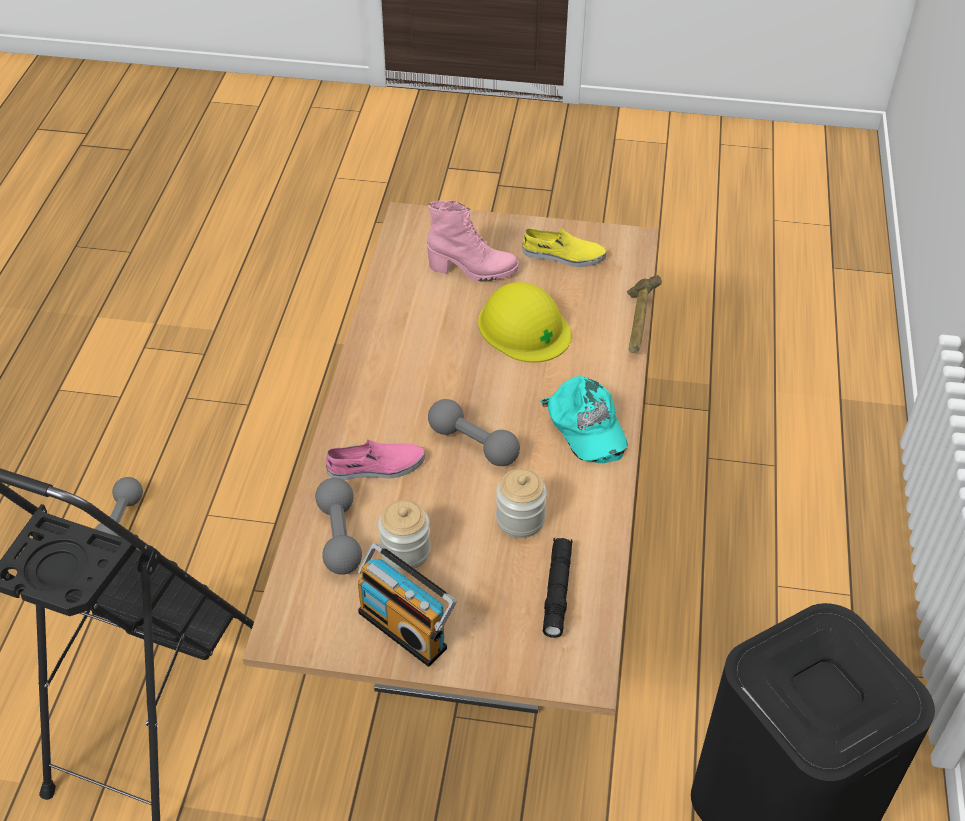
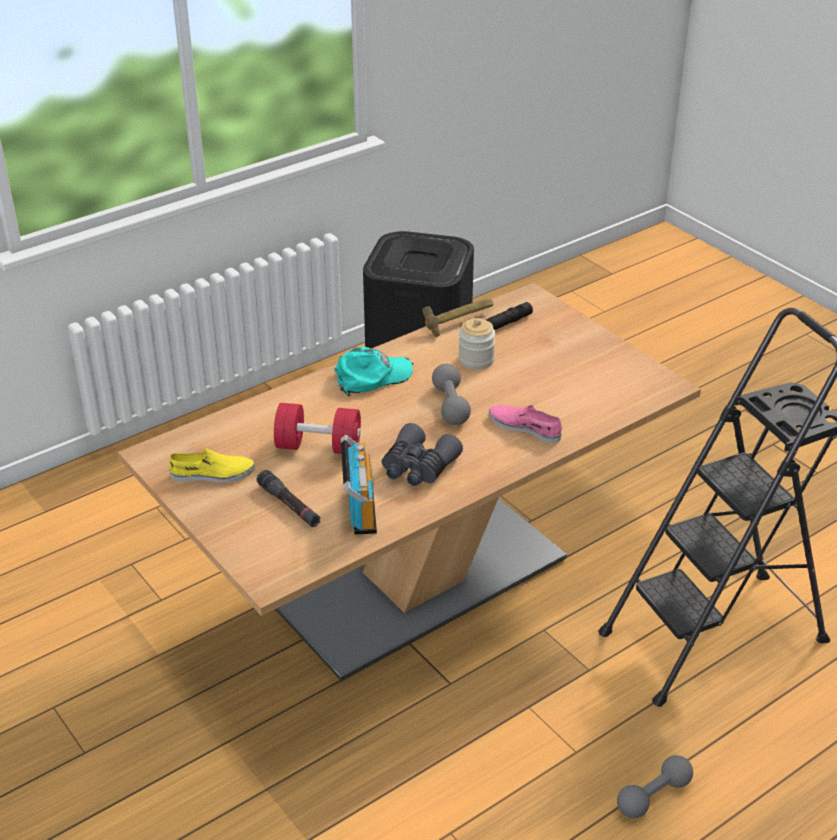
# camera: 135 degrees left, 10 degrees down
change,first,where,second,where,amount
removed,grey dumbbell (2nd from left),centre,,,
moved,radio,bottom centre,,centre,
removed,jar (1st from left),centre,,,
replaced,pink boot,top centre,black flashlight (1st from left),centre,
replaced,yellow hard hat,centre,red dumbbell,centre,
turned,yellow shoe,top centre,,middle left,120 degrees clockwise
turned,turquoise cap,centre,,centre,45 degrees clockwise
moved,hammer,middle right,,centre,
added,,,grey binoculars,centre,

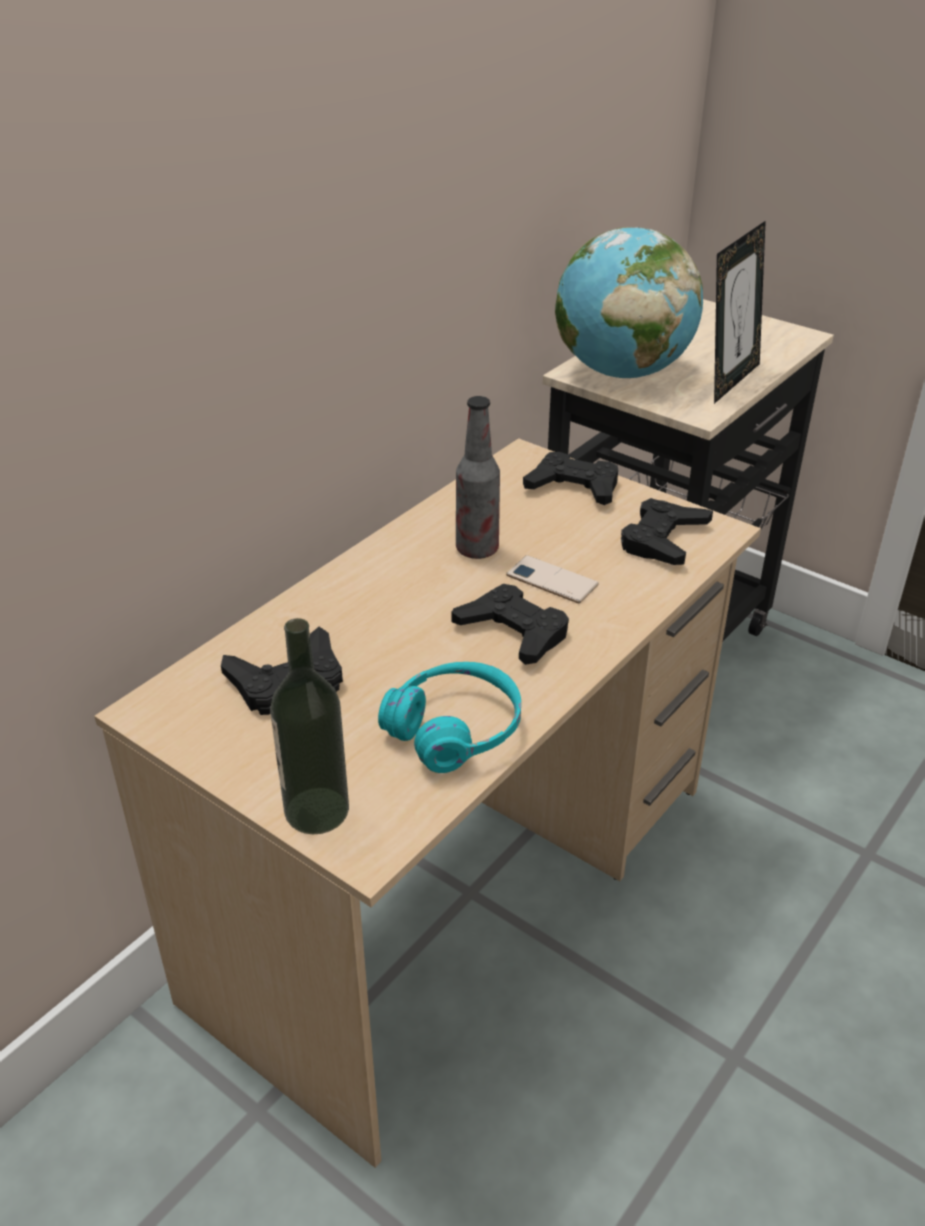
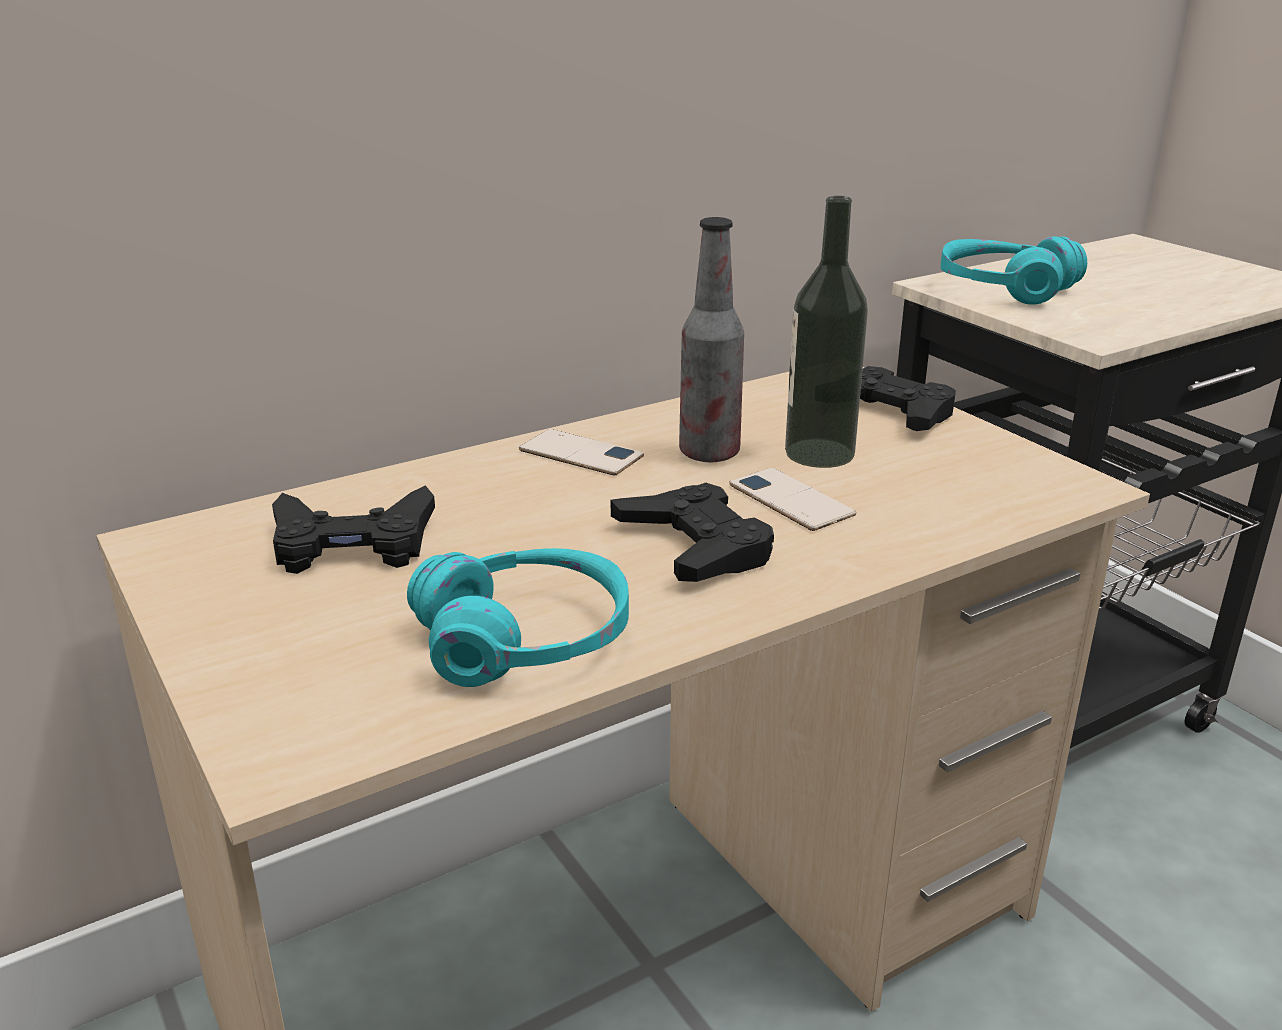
# camera: 20 degrees right, 10 degrees down
change,first,where,second,where,amount
moved,bottle (1st from left in the first image),centre,bottle (2nd from left),top centre,
replaced,globe,top right,turquoise headphones (2nd from left),top right,
removed,black game controller (4th from left),middle right,,,
removed,picture frame,top right,,,
added,,,phone (1st from left),centre,

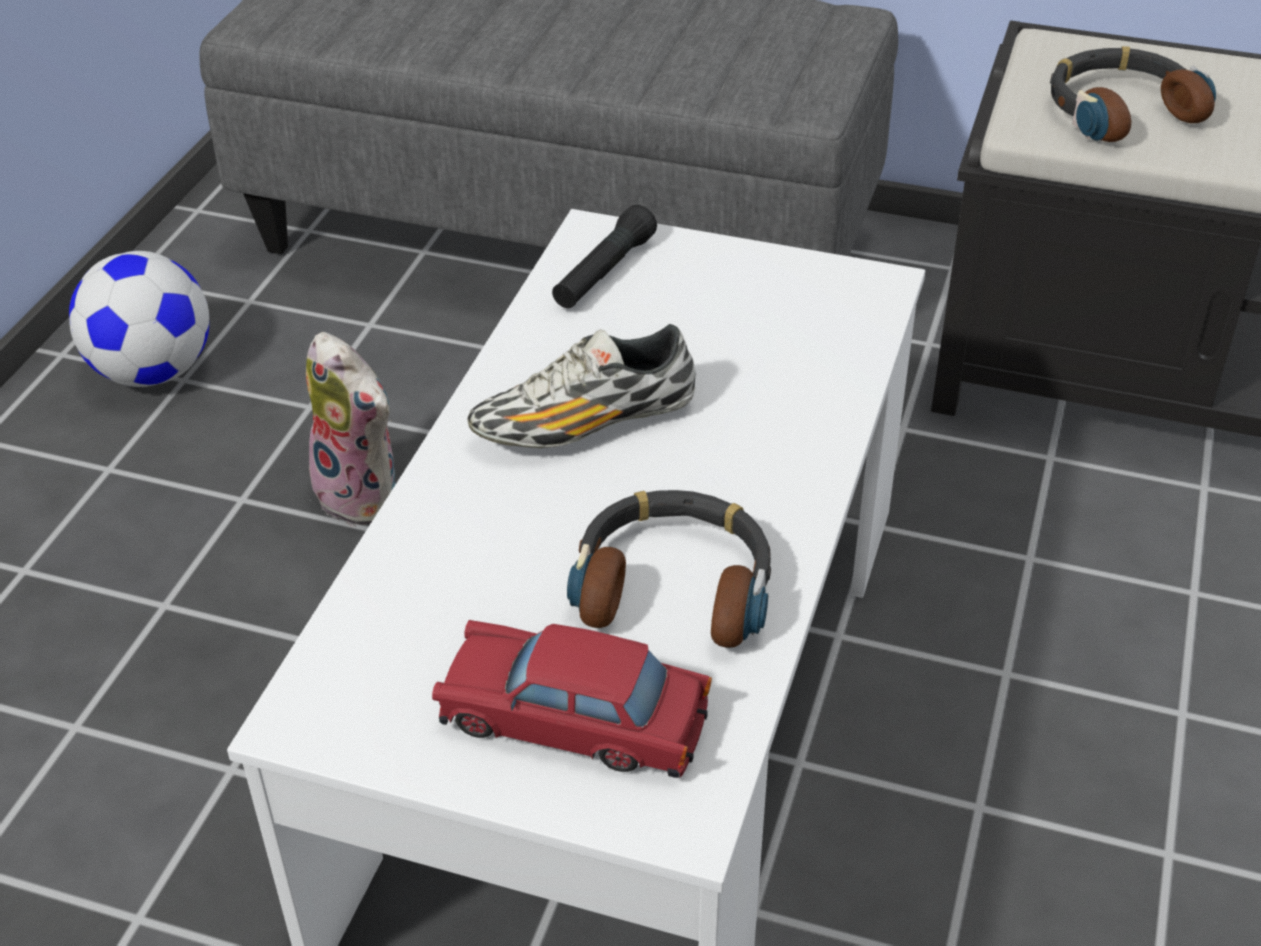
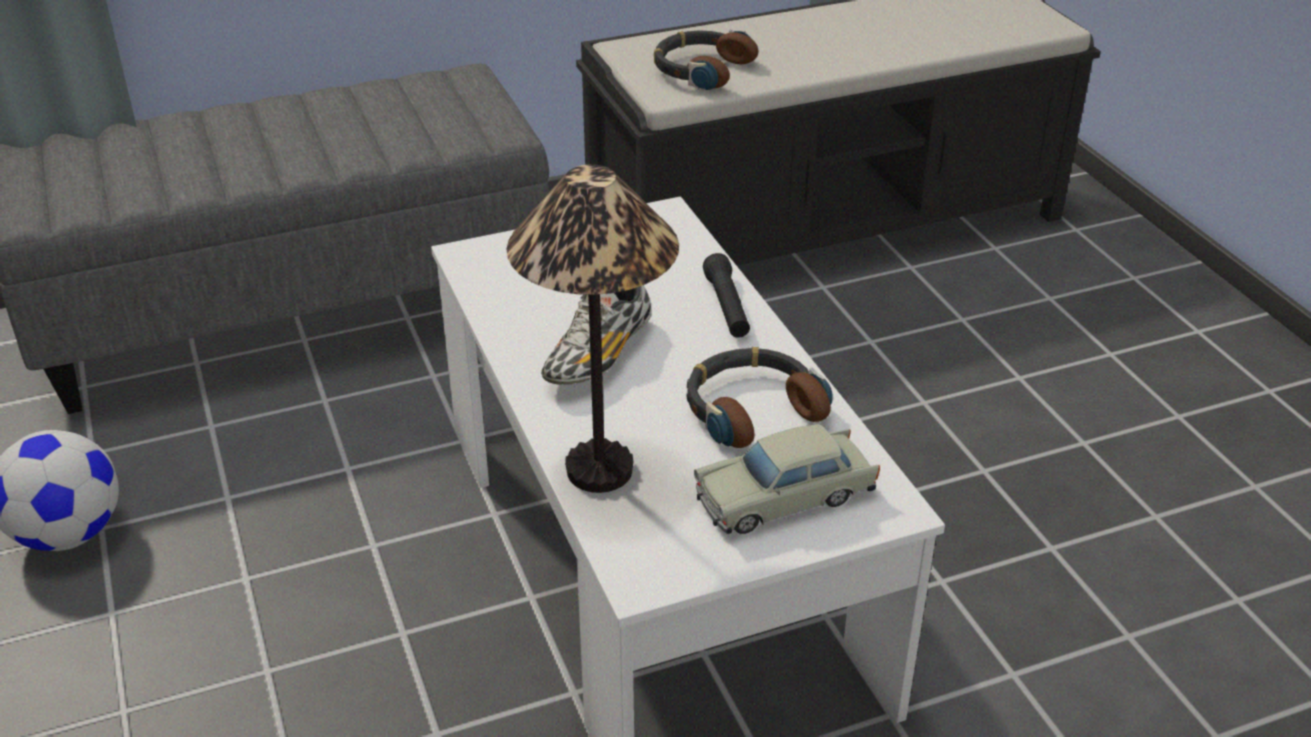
# camera: 40 degrees left, 5 degrees down
change,first,where,second,where,amount
removed,plush toy,middle left,,,
recoloured,red toy car,bottom centre,beige toy car,centre,
moved,black flashlight,top centre,,centre,
added,,,table lamp,centre,

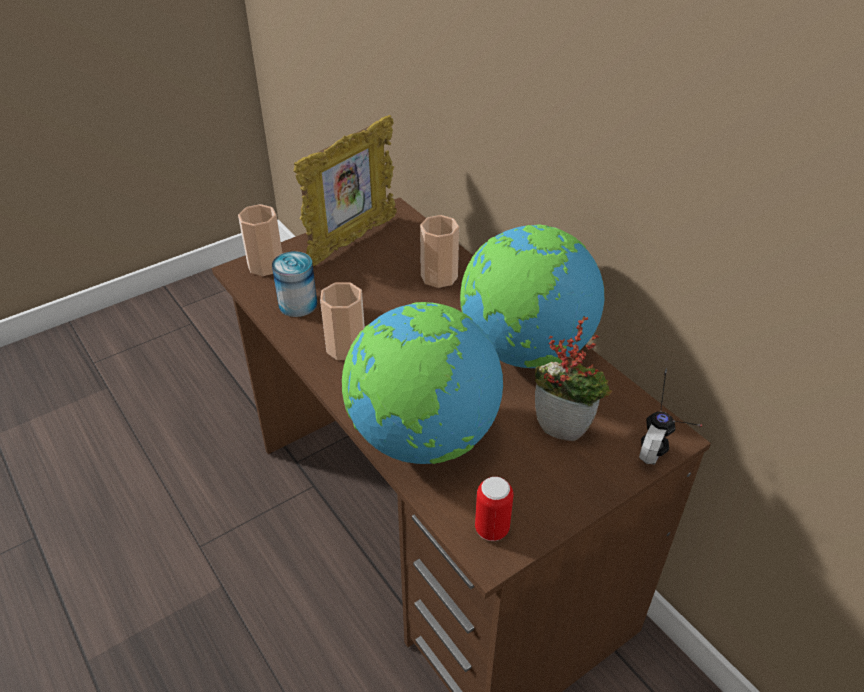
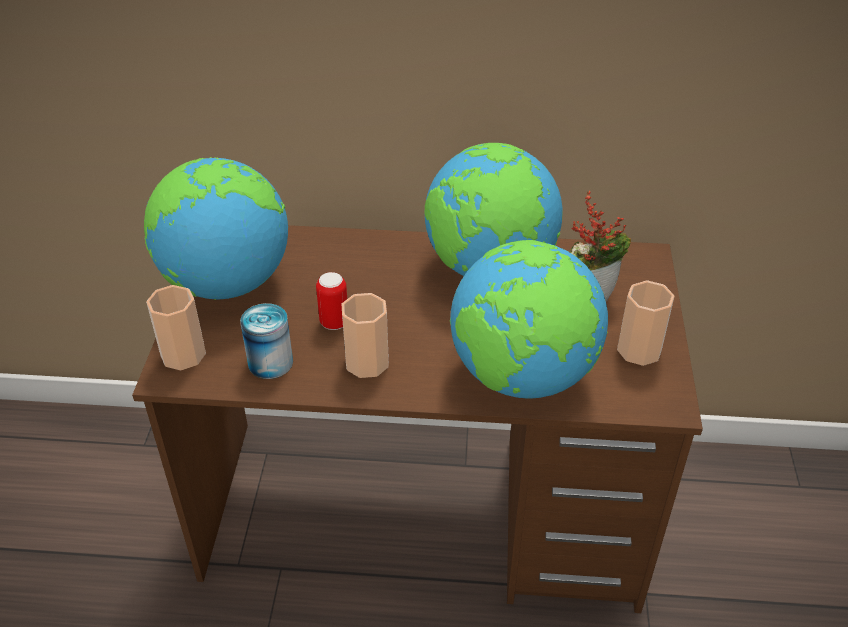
# camera: 50 degrees left, 0 degrees up
change,first,where,second,where,amount
replaced,picture frame,top centre,globe (1st from left),middle left,
moved,cup (3rd from left),centre,,middle right,
moved,can (2nd from left),bottom centre,,centre,
removed,headphones,middle right,,,

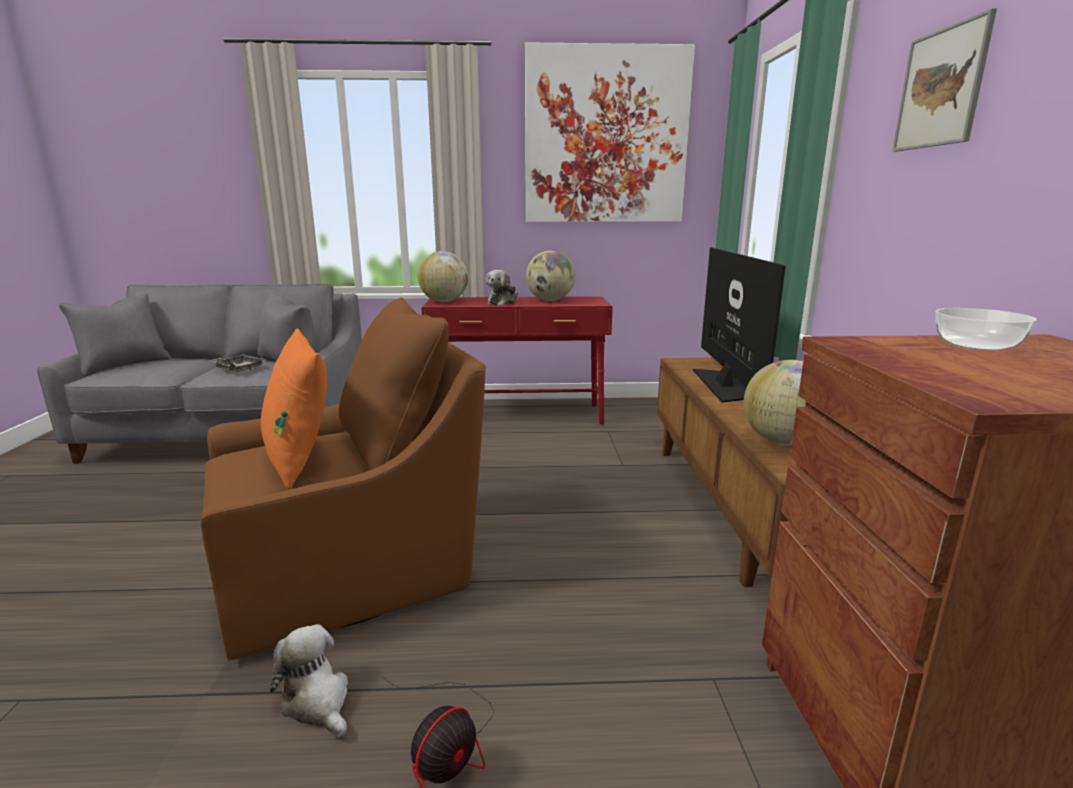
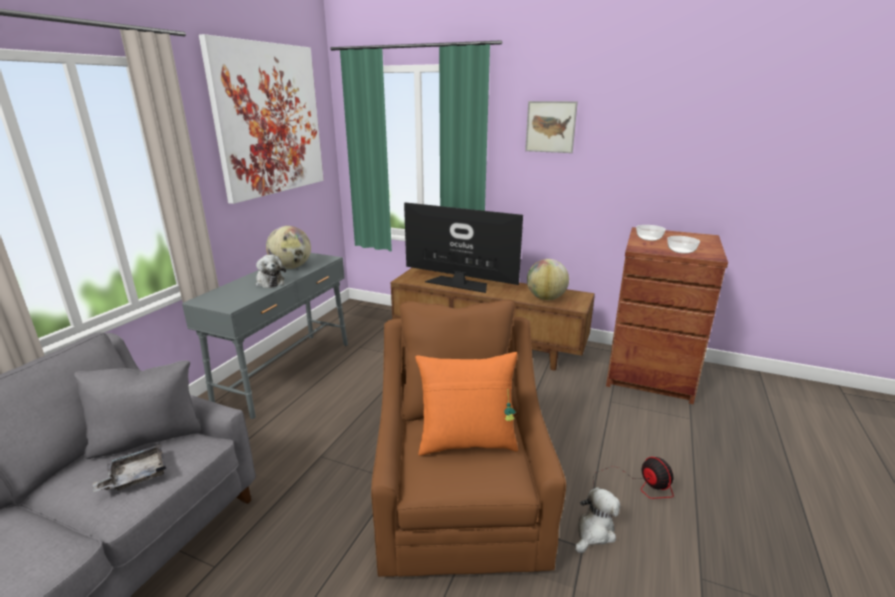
# camera: 65 degrees left, 5 degrees up
change,first,where,second,where,amount
turned,plush toy (1st from left in the first image),bottom left,plush toy (2nd from left),bottom right,150 degrees clockwise
removed,globe (1st from left),centre,,,
recoloured,red console table,centre,grey console table,middle left,
added,,,bowl (2nd from left),middle right,

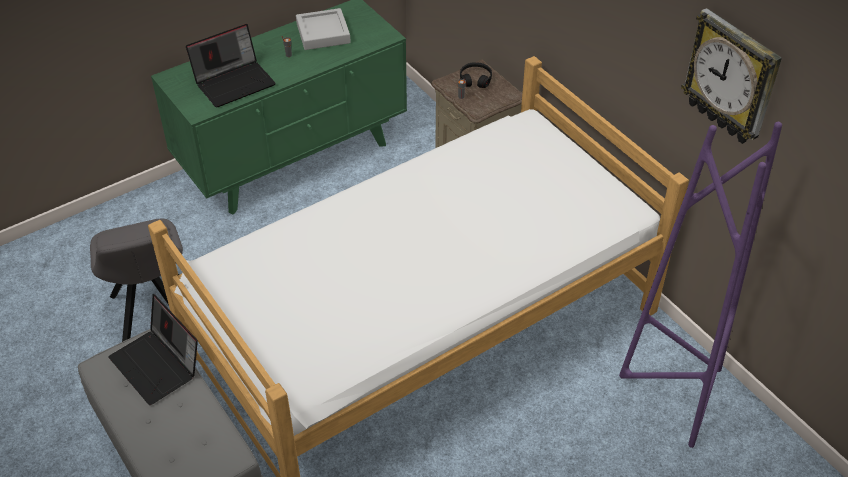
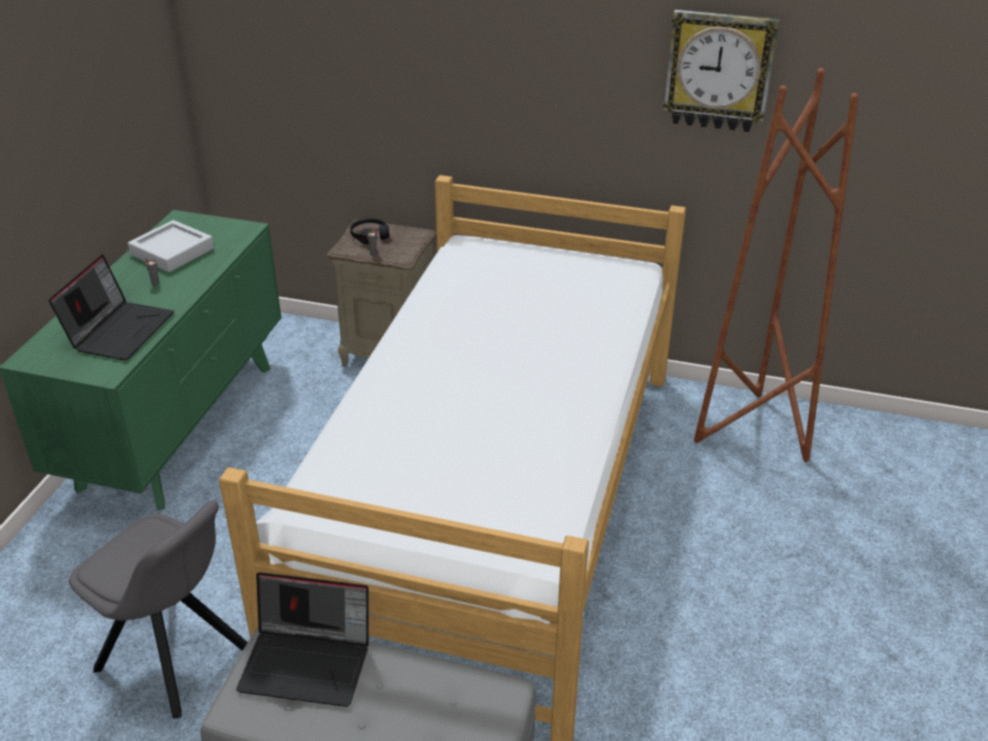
# camera: 40 degrees left, 10 degrees down
change,first,where,second,where,amount
recoloured,purple clothes rack,middle right,brown clothes rack,middle right,

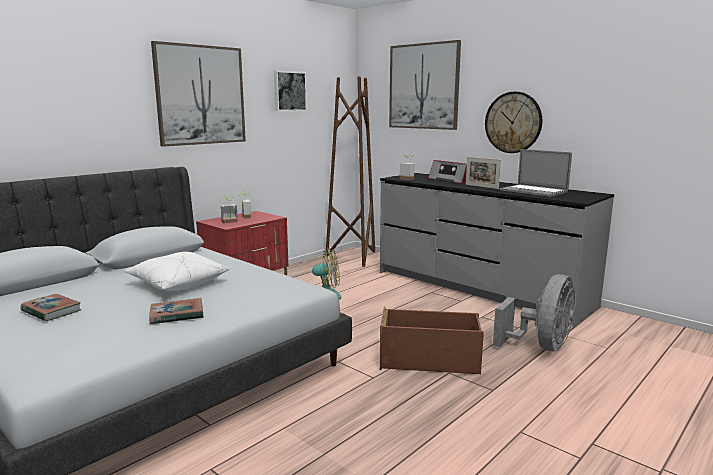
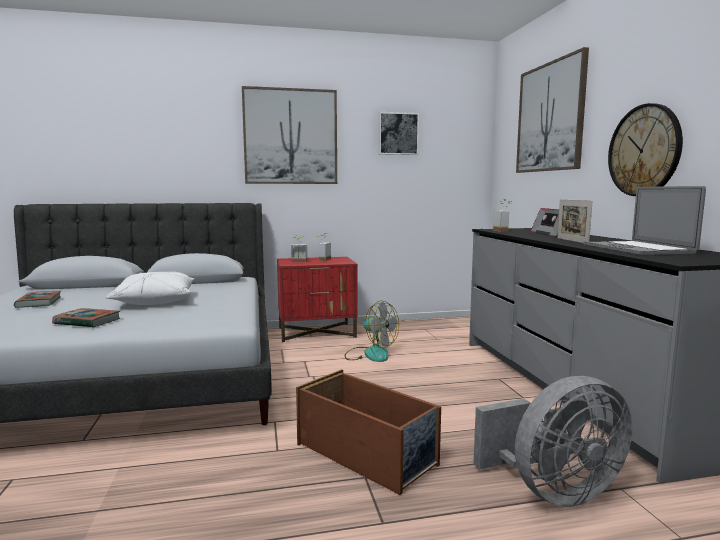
# camera: 35 degrees right, 5 degrees down
change,first,where,second,where,amount
removed,brown clothes rack,centre,,,

